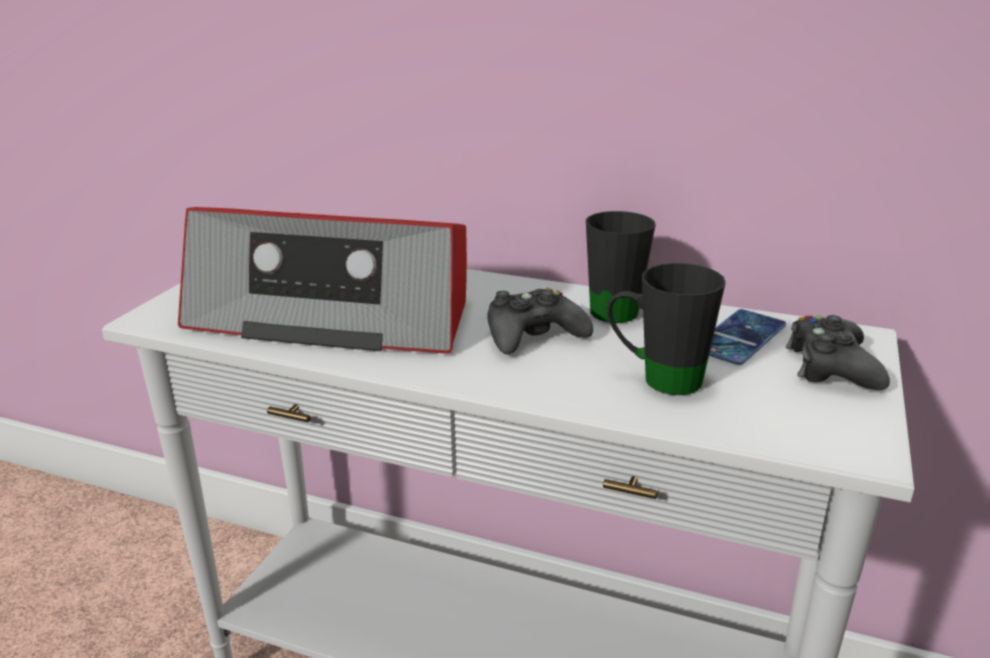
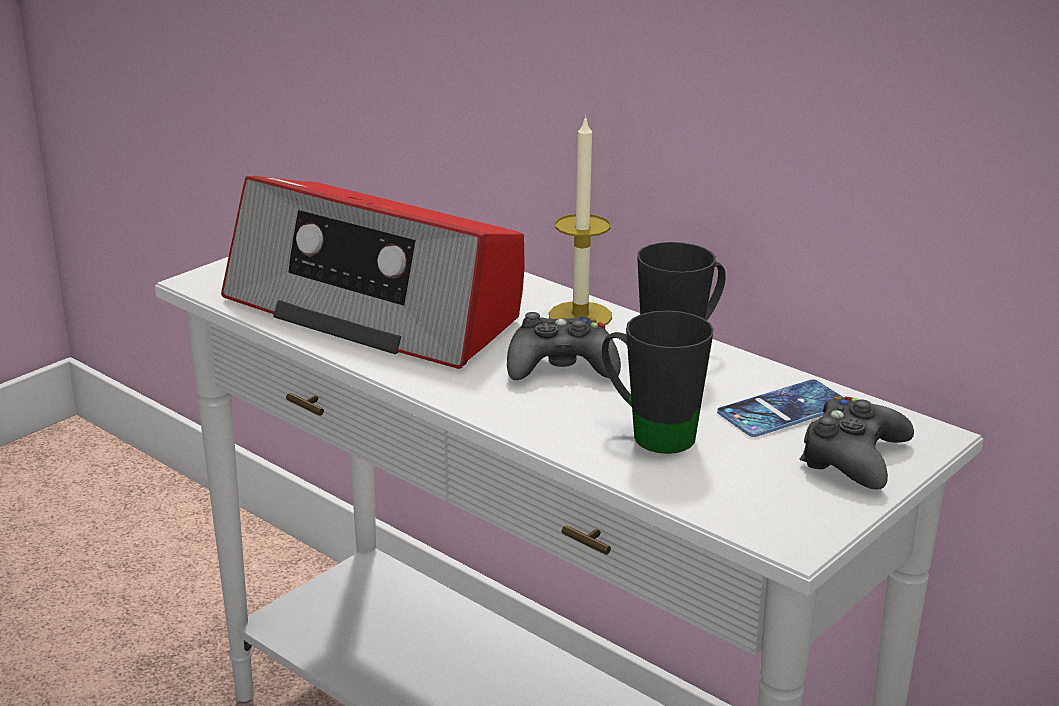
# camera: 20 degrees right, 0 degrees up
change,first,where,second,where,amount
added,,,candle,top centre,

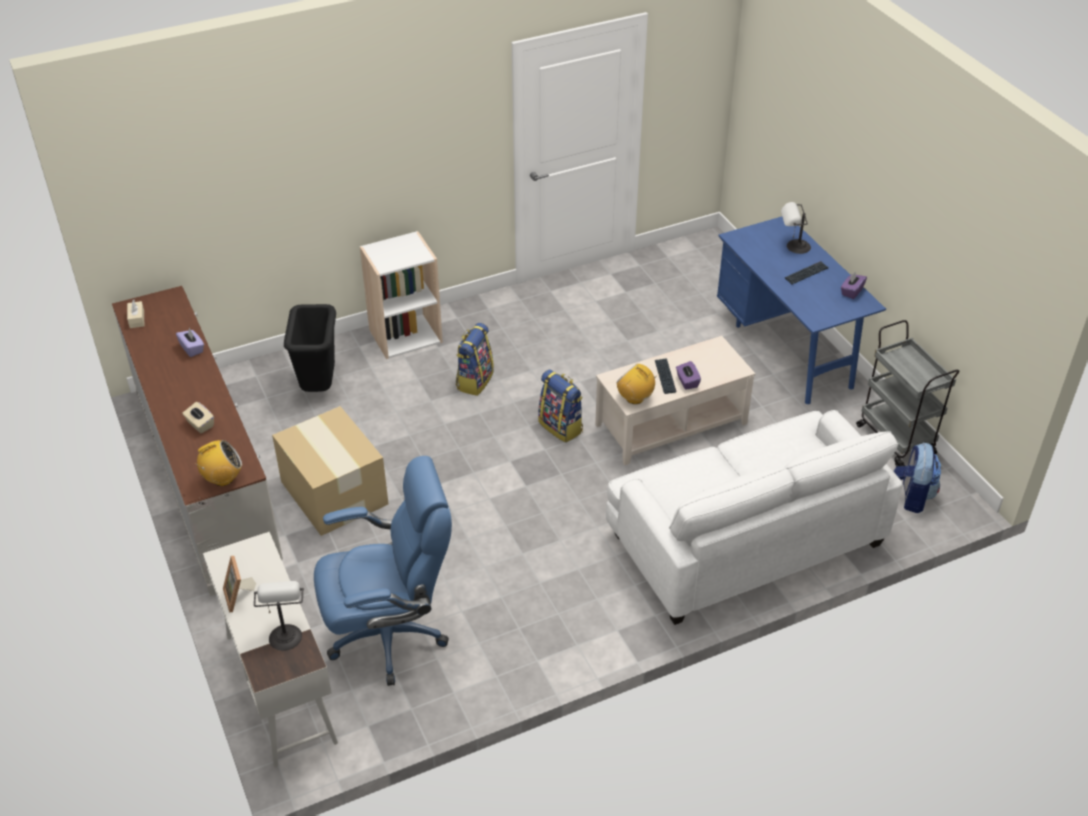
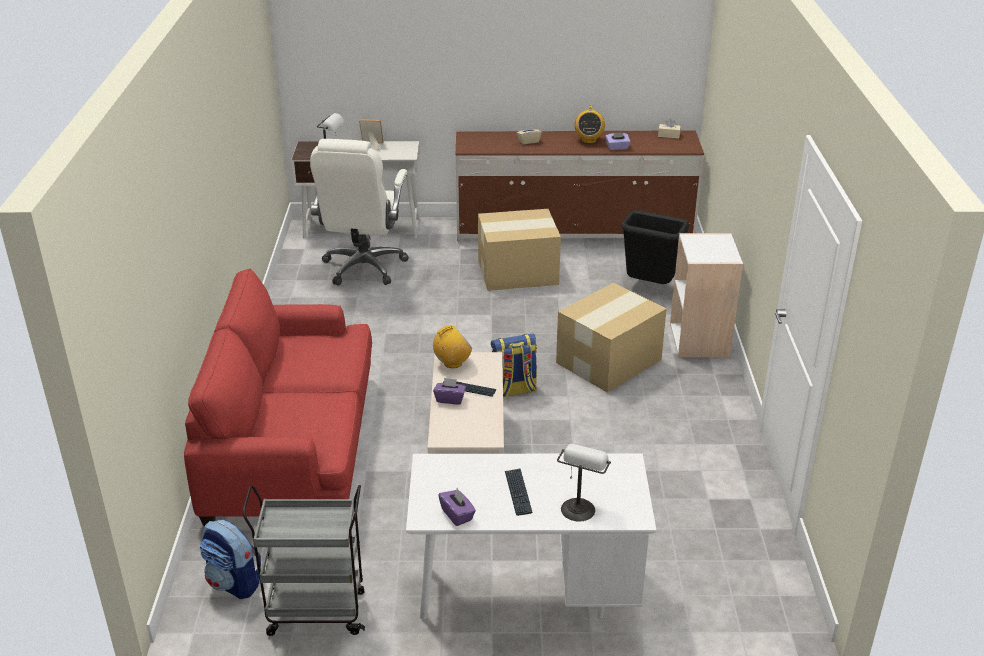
# camera: 115 degrees right, 10 degrees down
change,first,where,second,where,amount
moved,radio (1st from left in the first image),middle left,radio (2nd from left),top centre,
recoloured,blue office chair,bottom centre,white office chair,top centre,
replaced,backpack (1st from left),centre,cardboard box (2nd from left),centre,
recoloured,white sofa,middle right,red sofa,middle left,
recoloured,blue desk,middle right,white desk (2nd from left),bottom centre,

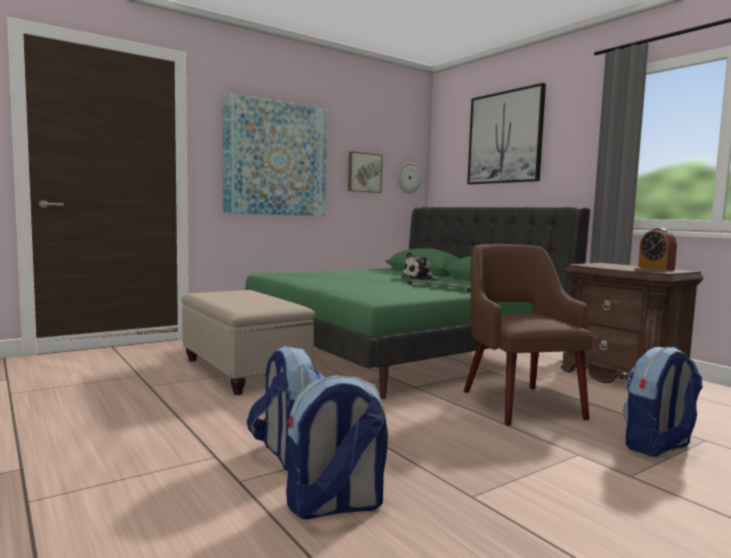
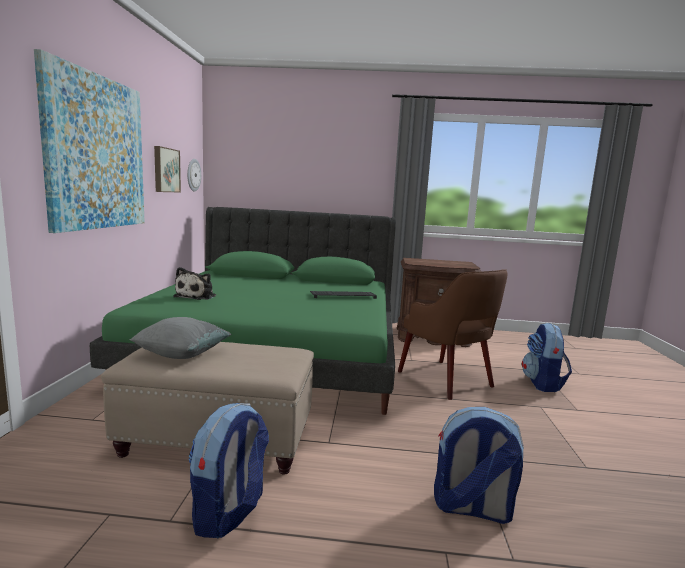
# camera: 50 degrees left, 5 degrees up
change,first,where,second,where,amount
moved,backpack (2nd from left in the first image),bottom centre,backpack (1st from left),bottom left,
moved,plush toy,centre,,middle left,
turned,brown armchair,middle right,,centre,150 degrees counterclockwise
removed,picture (3rd from left),top right,,,
removed,alarm clock,middle right,,,
added,,,grey pillow,middle left,

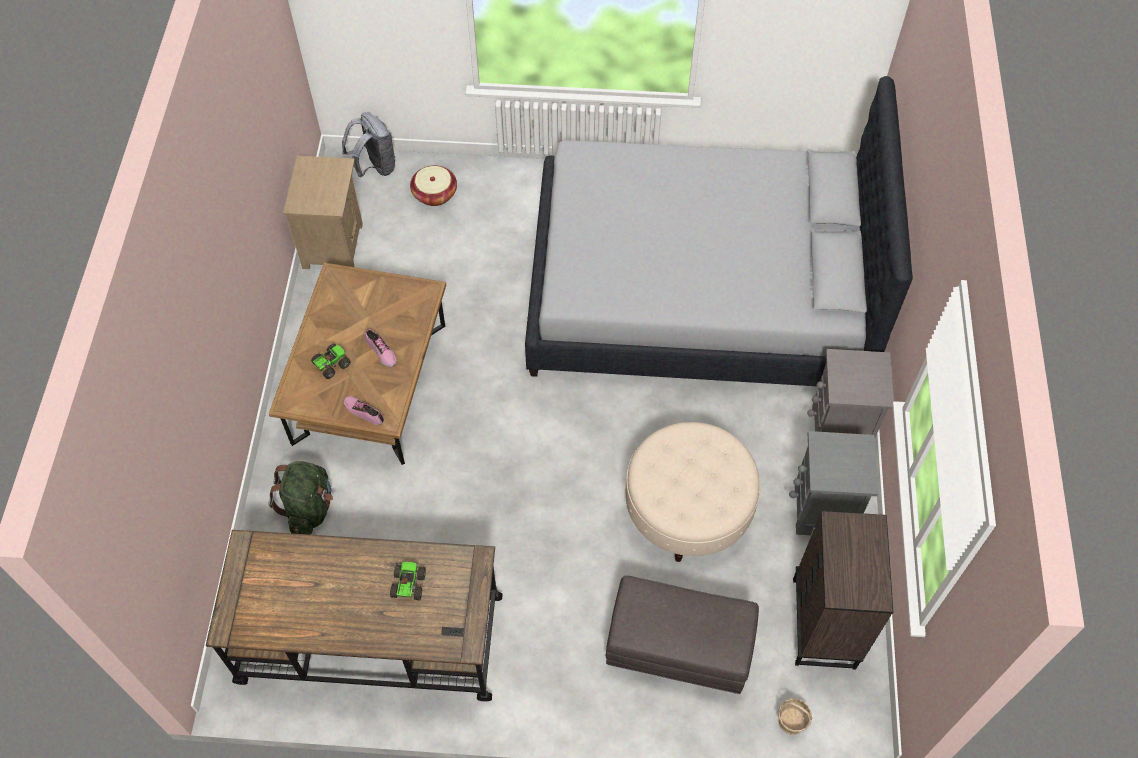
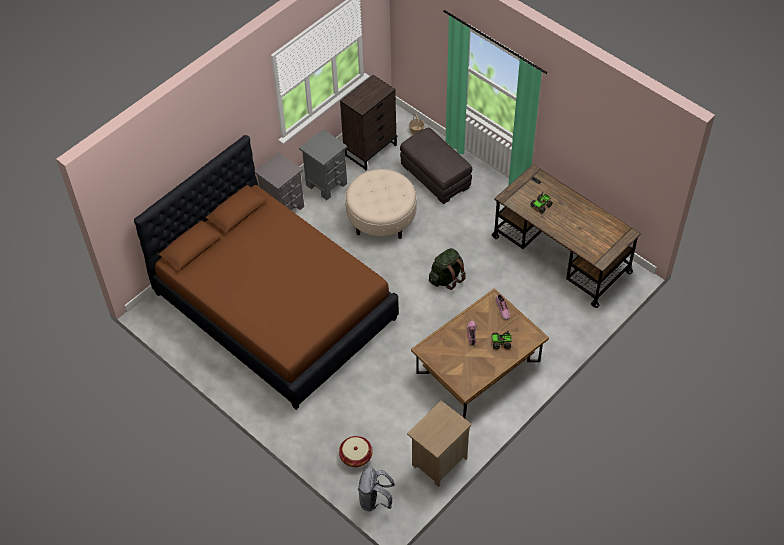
# camera: 140 degrees left, 5 degrees down
change,first,where,second,where,amount
moved,green backpack,middle left,,centre,
recoloured,grey bed,top centre,brown bed,centre,

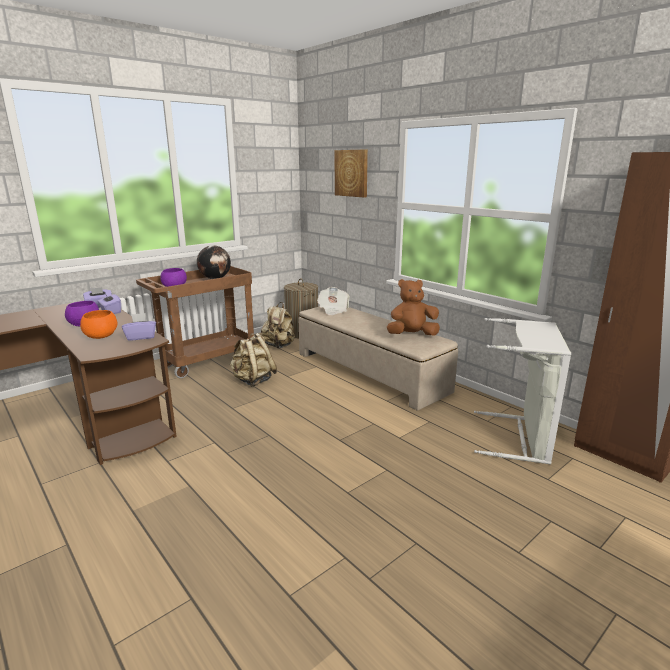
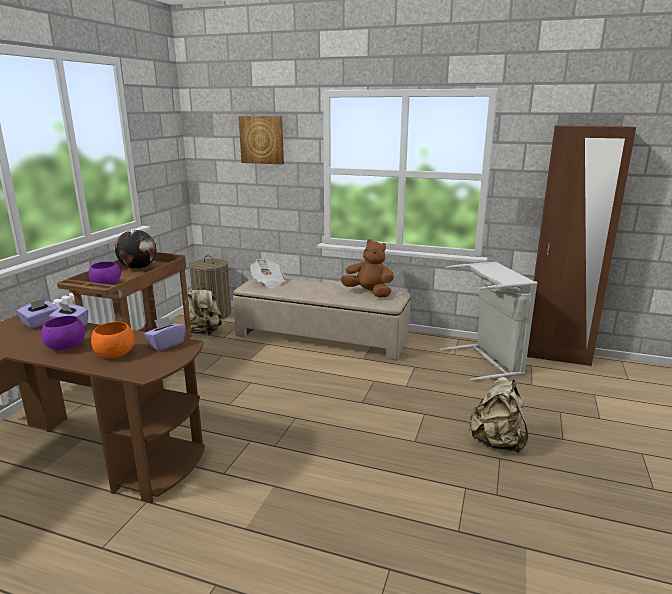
# camera: 30 degrees left, 0 degrees up
change,first,where,second,where,amount
moved,beige backpack (1st from left in the first image),centre,beige backpack (2nd from left),bottom right,
turned,brown plush toy,centre,,centre,75 degrees clockwise

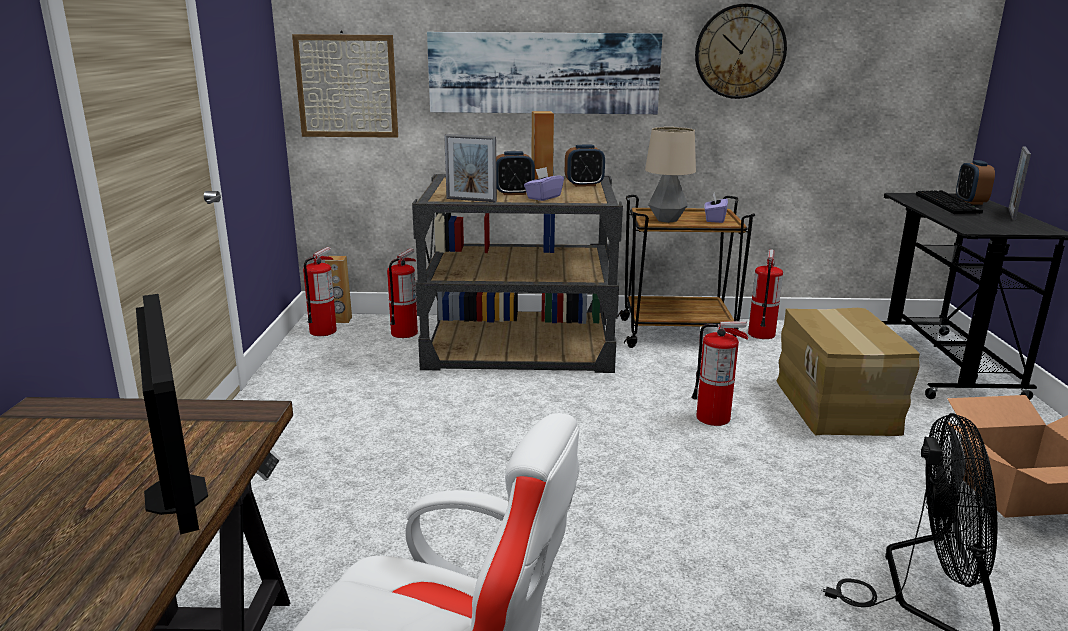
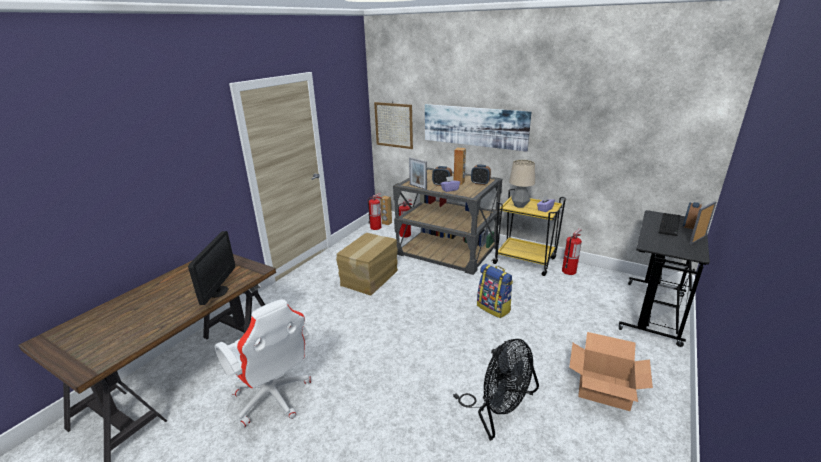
# camera: 30 degrees right, 5 degrees up
change,first,where,second,where,amount
recoloured,brown cart,centre,yellow cart,centre,
replaced,fire extinguisher (3rd from left),middle right,backpack,centre,
removed,wall clock,top right,,,
moved,cardboard box (1st from left),middle right,,centre,

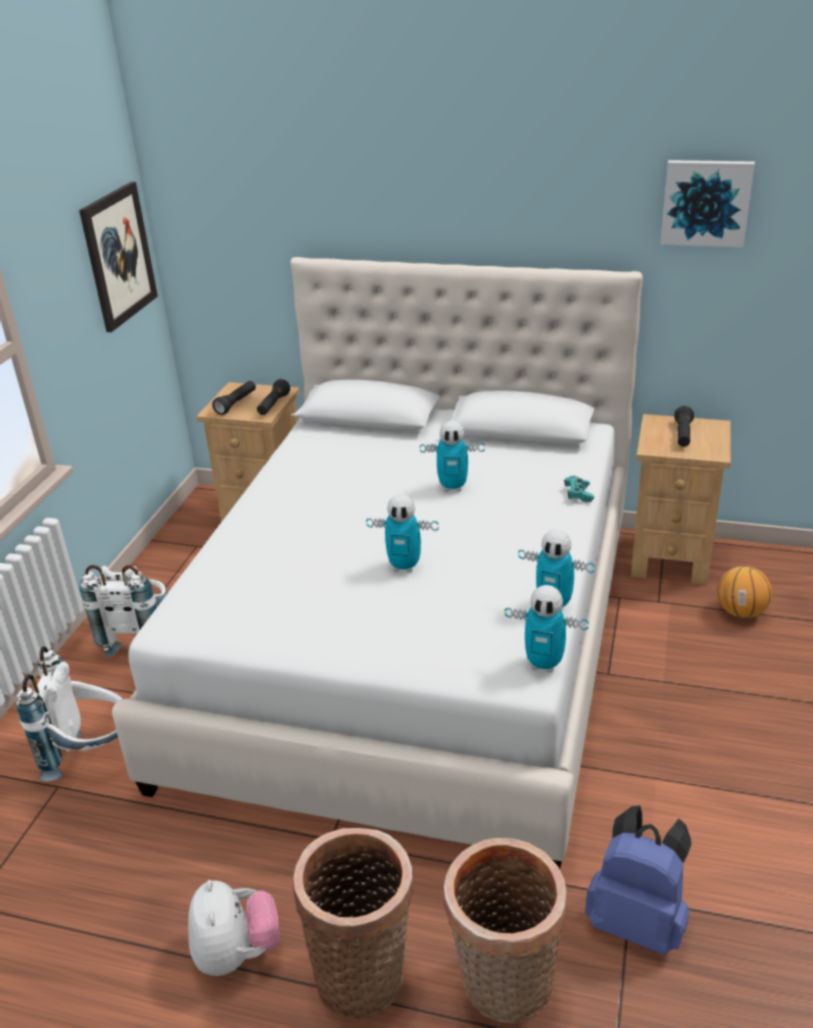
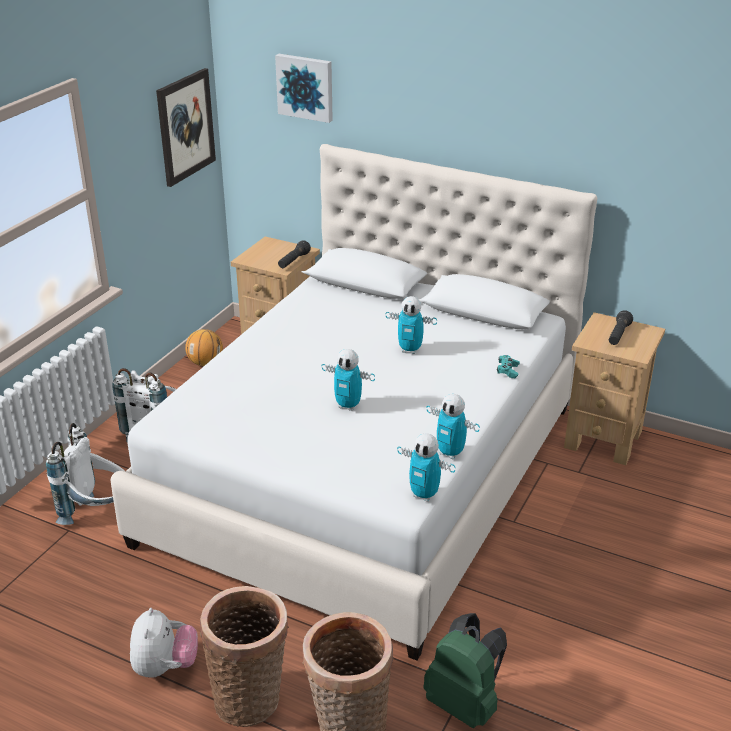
# camera: 10 degrees right, 0 degrees up
change,first,where,second,where,amount
removed,black flashlight (1st from left),middle left,,,
recoloured,blue backpack,bottom right,green backpack,bottom centre,
moved,picture (2nd from left),top right,,top centre,
moved,basketball,middle right,,middle left,

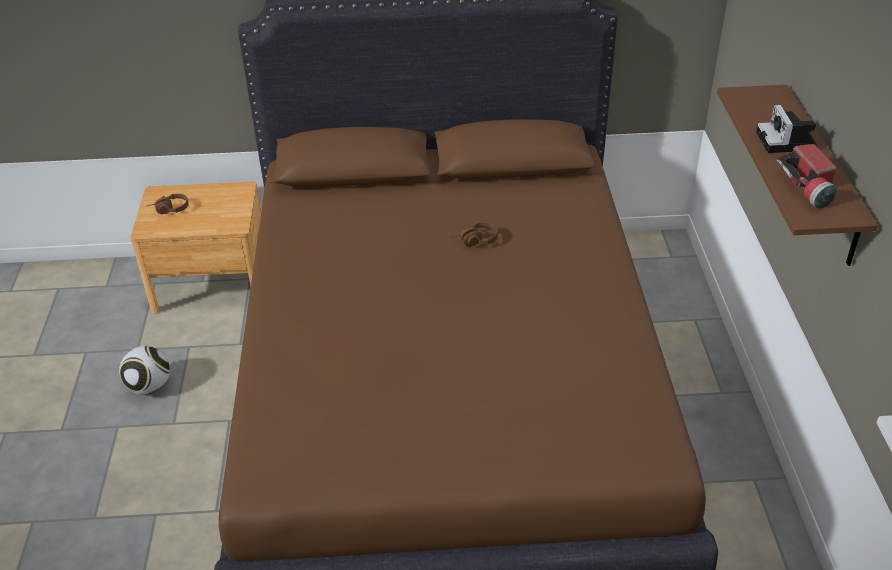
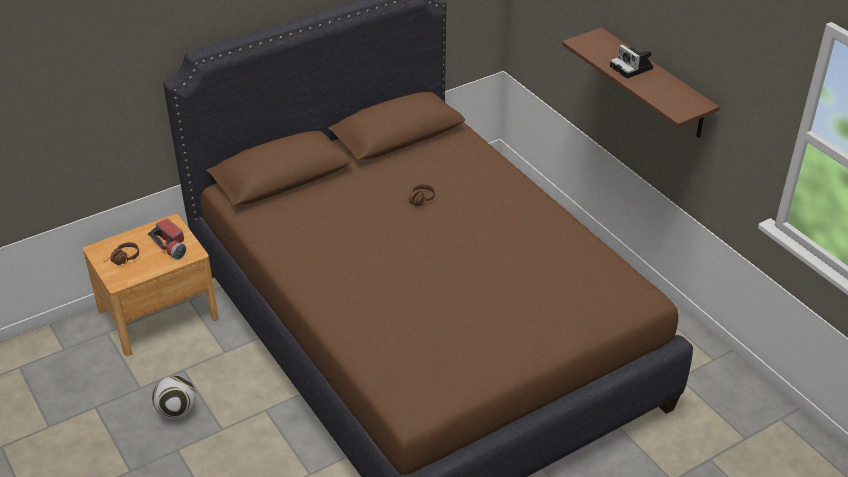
# camera: 30 degrees left, 0 degrees up
change,first,where,second,where,amount
moved,flashlight,top right,,middle left,

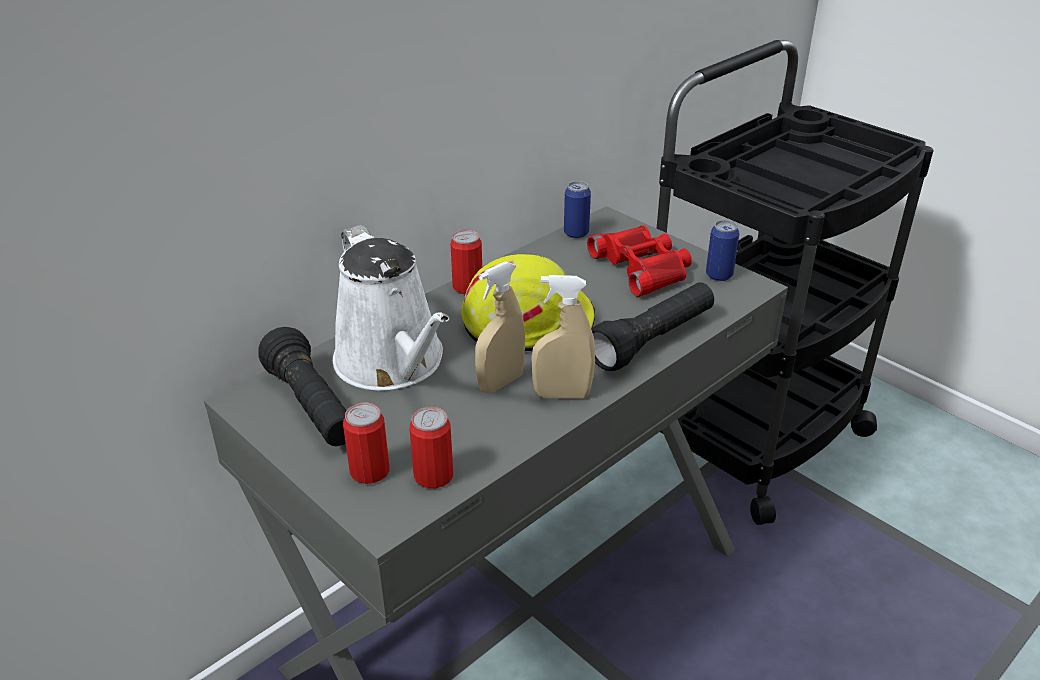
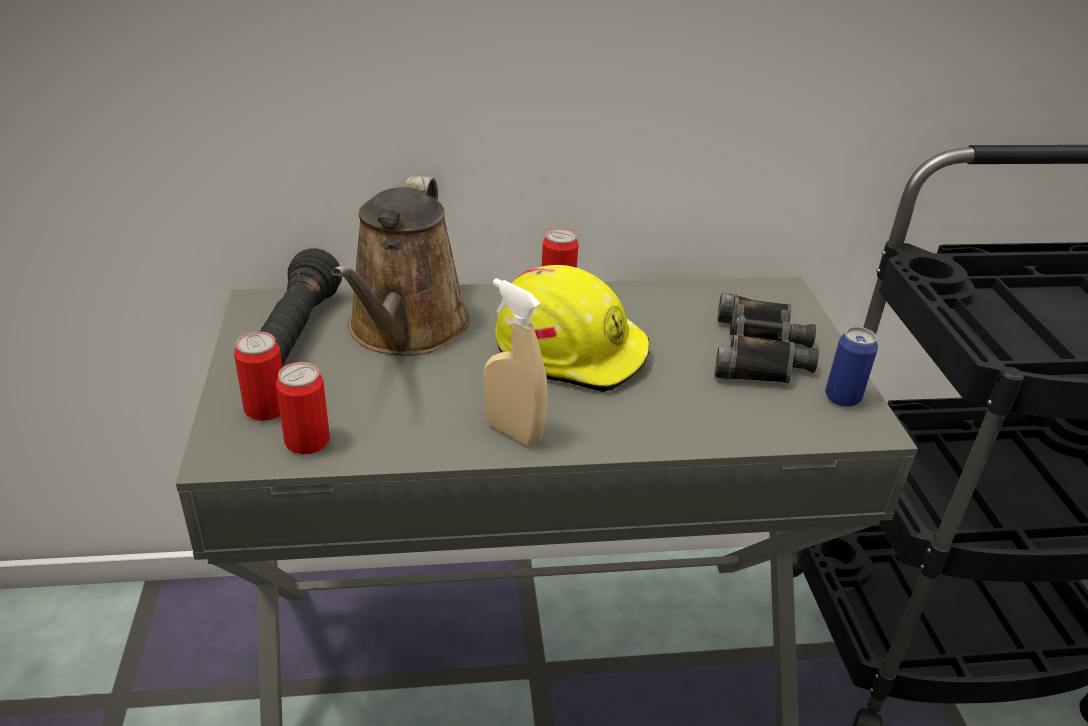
# camera: 35 degrees right, 0 degrees up
change,first,where,second,where,amount
recoloured,white watering can,centre,brown watering can,centre,
removed,beige spray bottle (1st from left),centre,,,
removed,can (4th from left),top centre,,,
recoloured,red binoculars,centre,black binoculars,middle right,
removed,black flashlight (2nd from left),centre,,,

